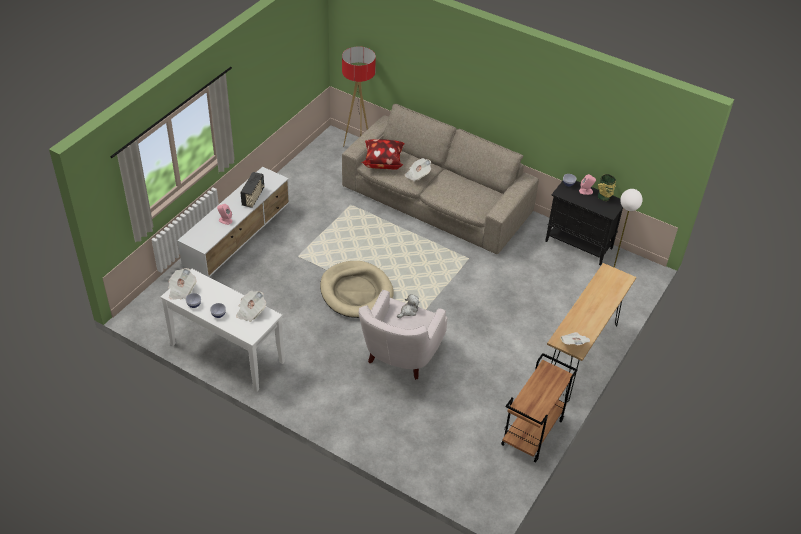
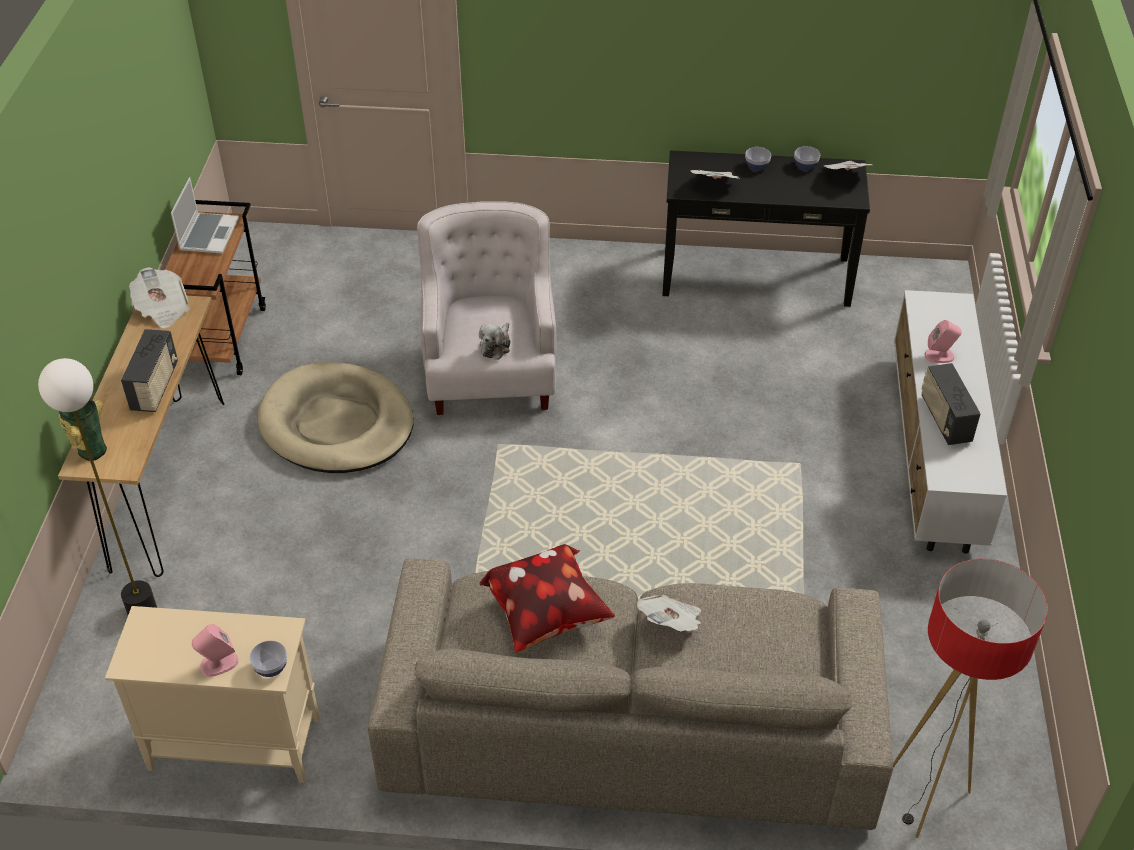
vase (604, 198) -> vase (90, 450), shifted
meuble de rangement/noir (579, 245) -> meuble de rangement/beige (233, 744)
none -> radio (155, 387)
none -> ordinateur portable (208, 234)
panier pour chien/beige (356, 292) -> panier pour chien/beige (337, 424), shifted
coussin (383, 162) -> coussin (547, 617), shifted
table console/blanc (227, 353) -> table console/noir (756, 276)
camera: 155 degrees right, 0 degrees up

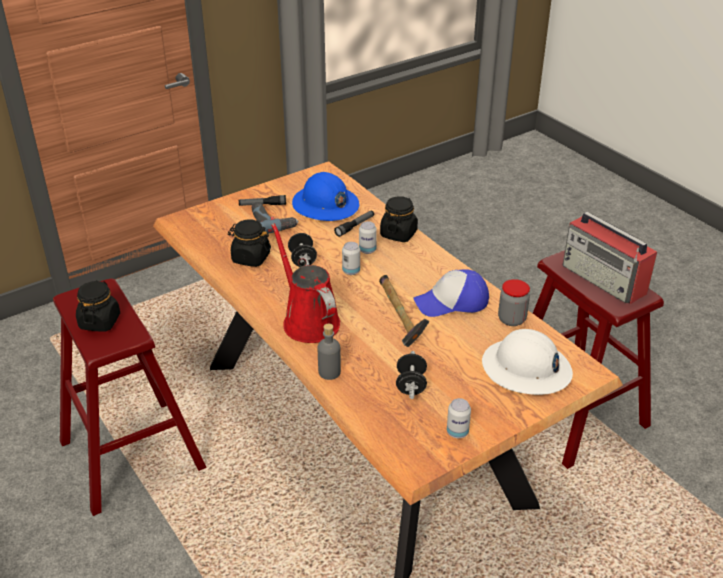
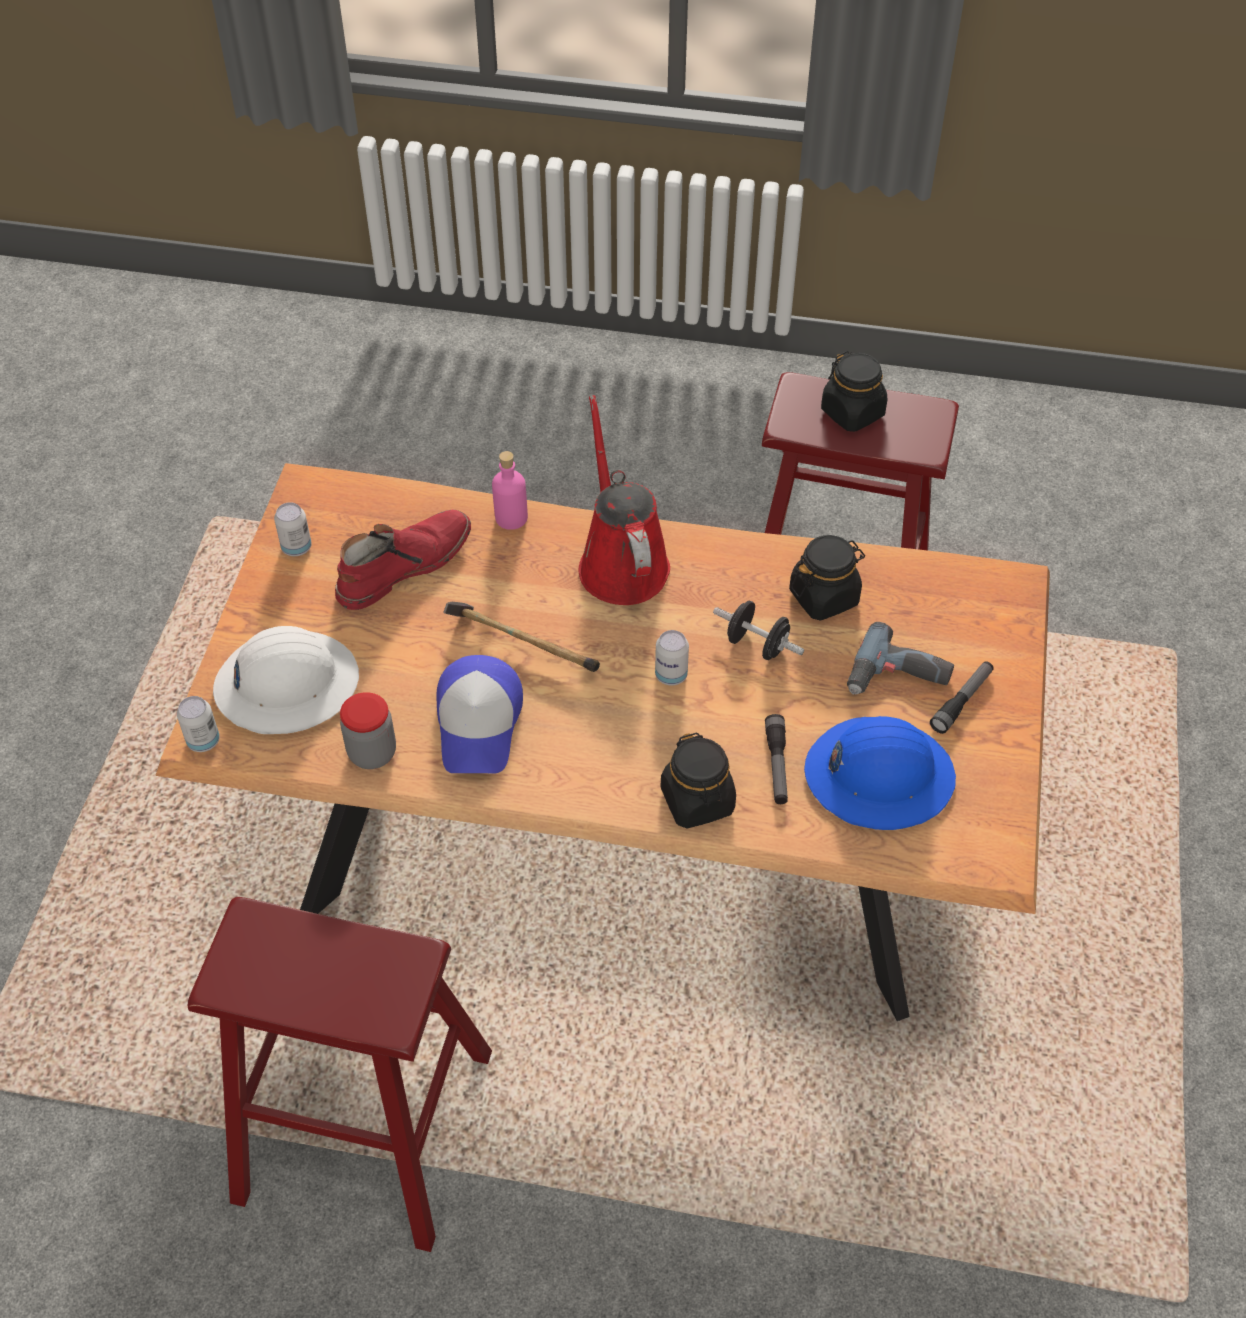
boîte métallique (367, 250) -> boîte métallique (203, 741), shifted
haltère/noir (411, 385) -> botte/rouge (403, 566)
casquette (452, 302) -> casquette (479, 723), 150 degrees clockwise
bouteille/gris (329, 372) -> bouteille/rose (511, 517)
arrosoir/rouge (308, 321) -> arrosoir/rouge (621, 561), 120 degrees counterclockwise
radio (604, 279) -> none
camera: 135 degrees right, 15 degrees up

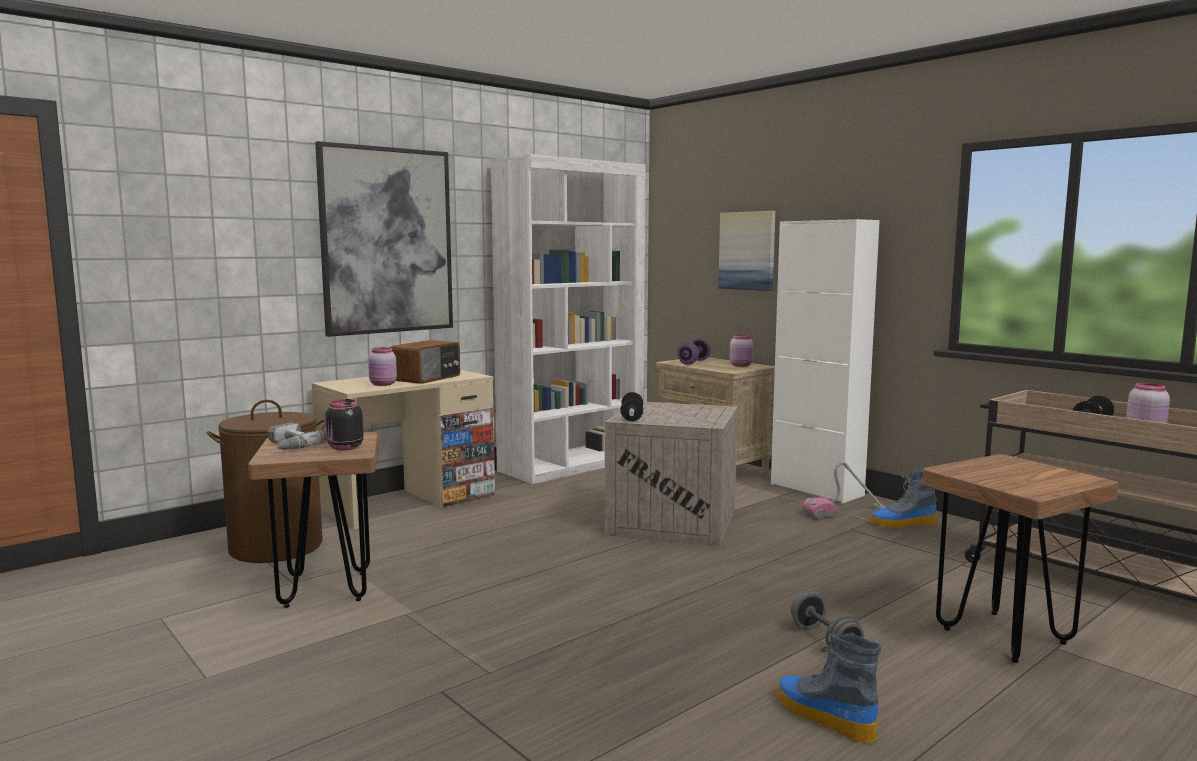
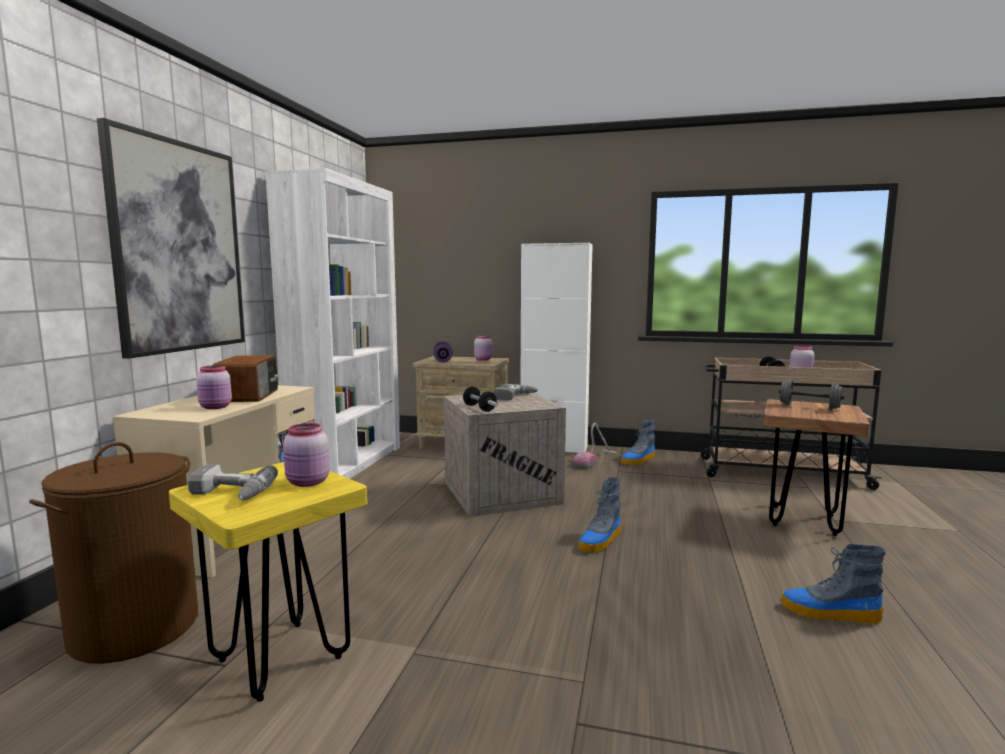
tabouret/marron (325, 589) -> tabouret/jaune (280, 659)
bocal/noir (344, 448) -> bocal/rose (307, 482)
none -> perceuse (515, 396)
none -> botte (601, 541)
haltère/gris (825, 640) -> haltère/gris (809, 407), shifted
tableau (747, 251) -> none
camera: 35 degrees left, 0 degrees up

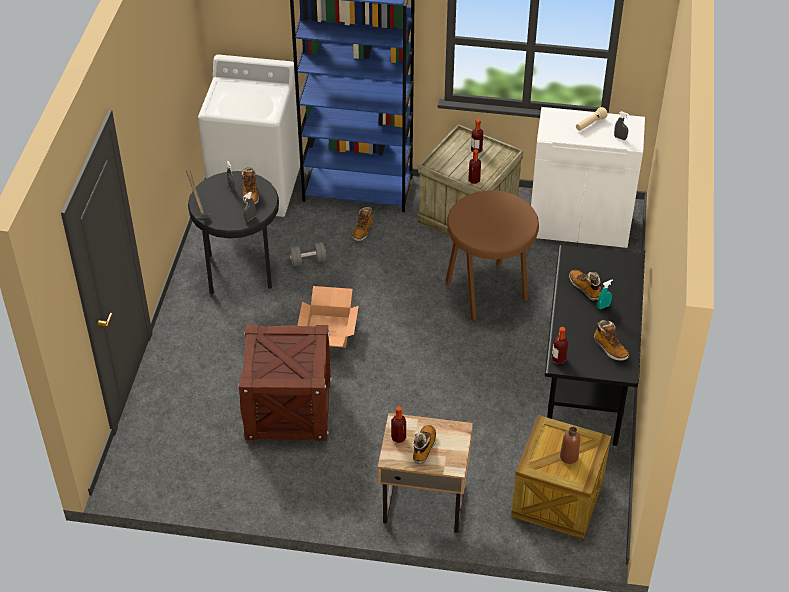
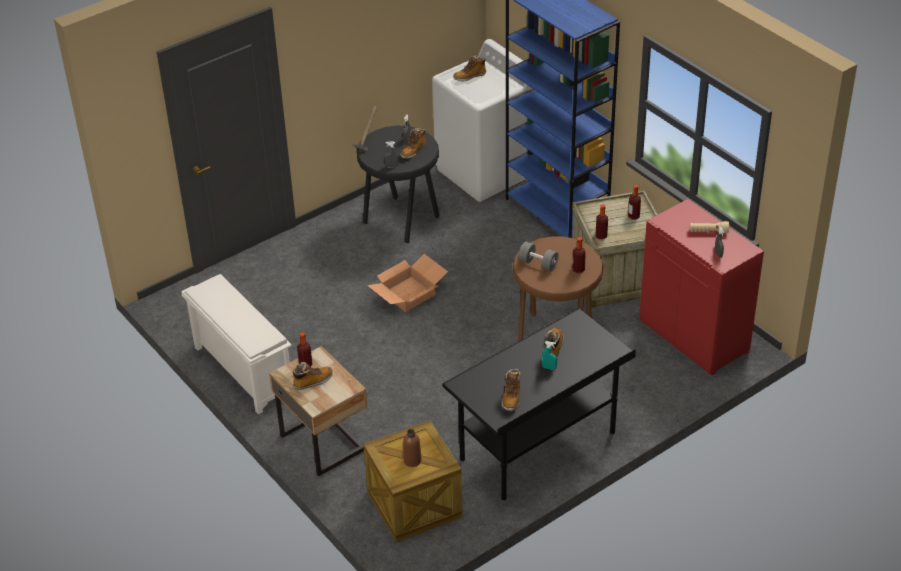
none -> étagère à chaussures/blanc (242, 370)
botte (362, 231) -> botte (470, 76), shifted
haltère/gris (308, 261) -> haltère/gris (538, 264), shifted
bouteille (558, 359) -> bouteille (578, 269), shifted
meuble de rangement/blanc (579, 225) -> meuble de rangement/rouge (695, 336)
caisse (288, 408) -> none
camera: 45 degrees right, 5 degrees down

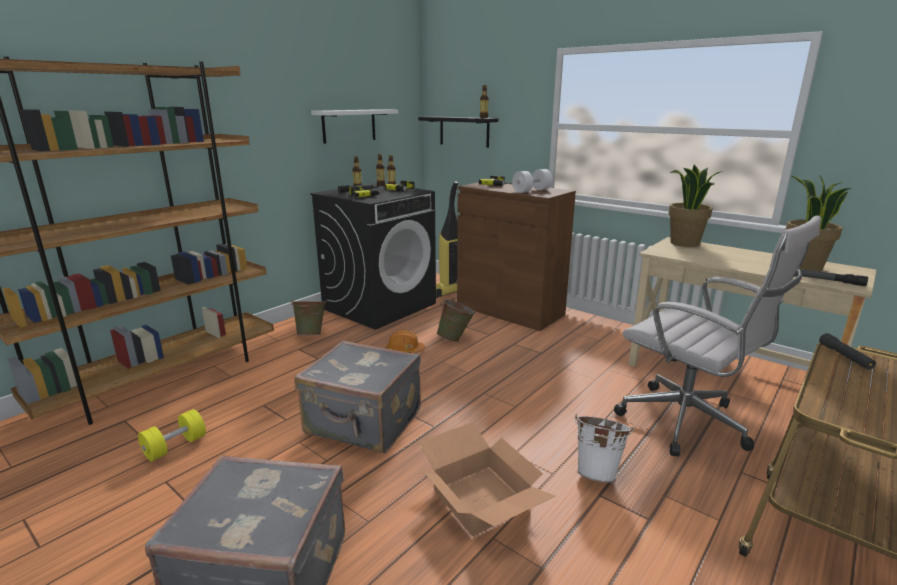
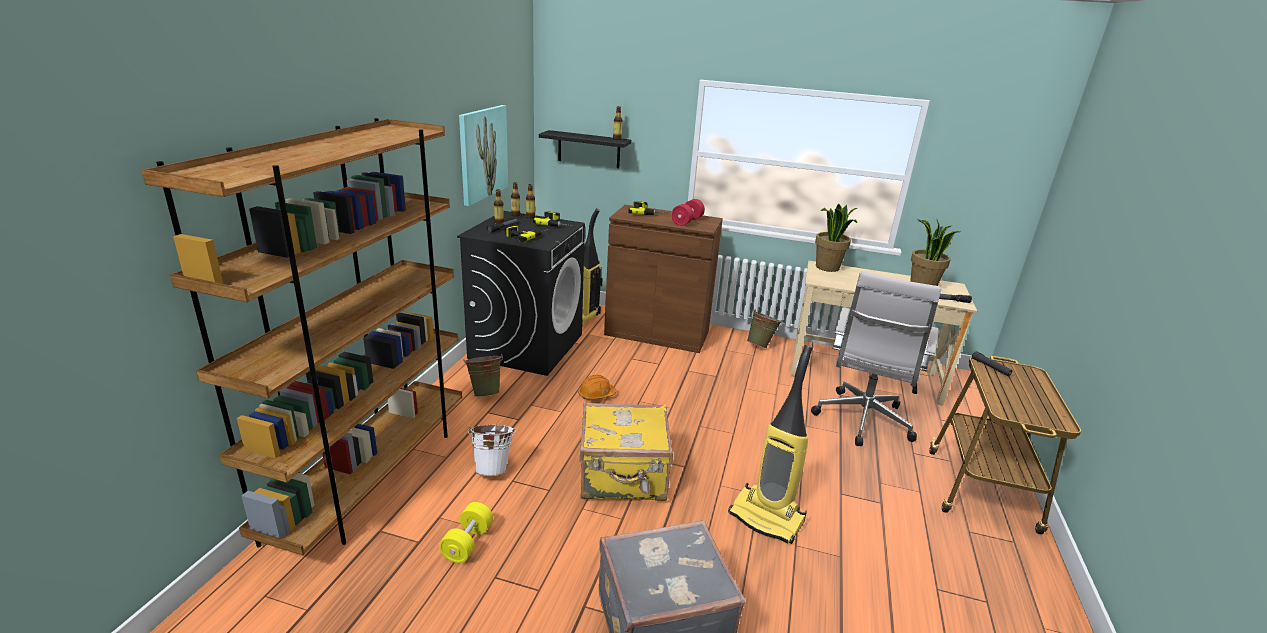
étagère/blanc (349, 125) -> tableau (483, 153)
seau/blanc (597, 472) -> seau/blanc (493, 468), shifted
valise/gris (363, 423) -> valise/jaune (623, 477)
haltère/blanc (531, 191) -> haltère/rouge (687, 221)
carton (483, 498) -> aspirateur (767, 518)
seau/vert (456, 339) -> seau/vert (761, 345), shifted
chaise de bureau/blanc (689, 424) -> chaise de bureau/blanc (862, 422), 90 degrees clockwise
camera: 25 degrees left, 5 degrees up

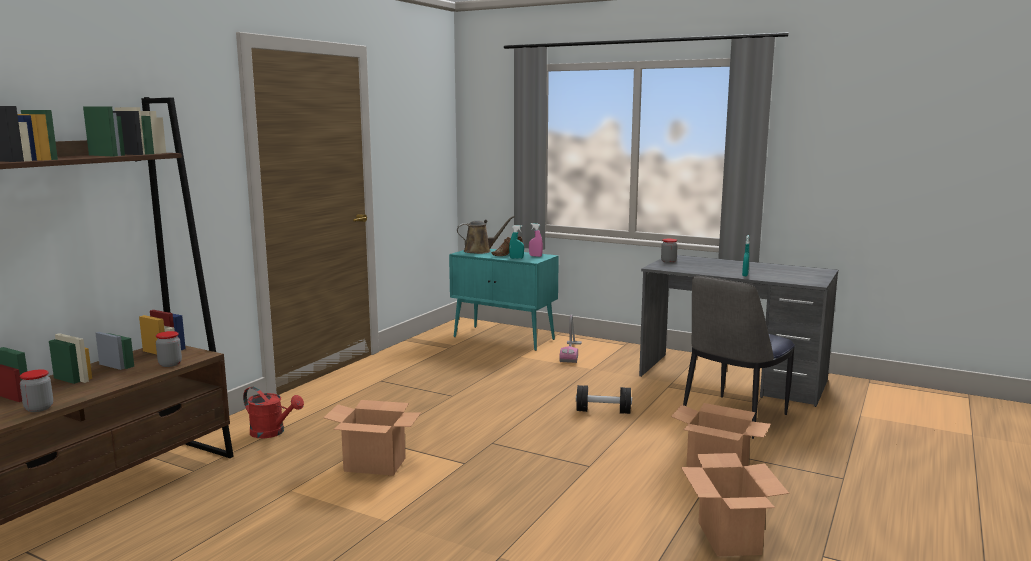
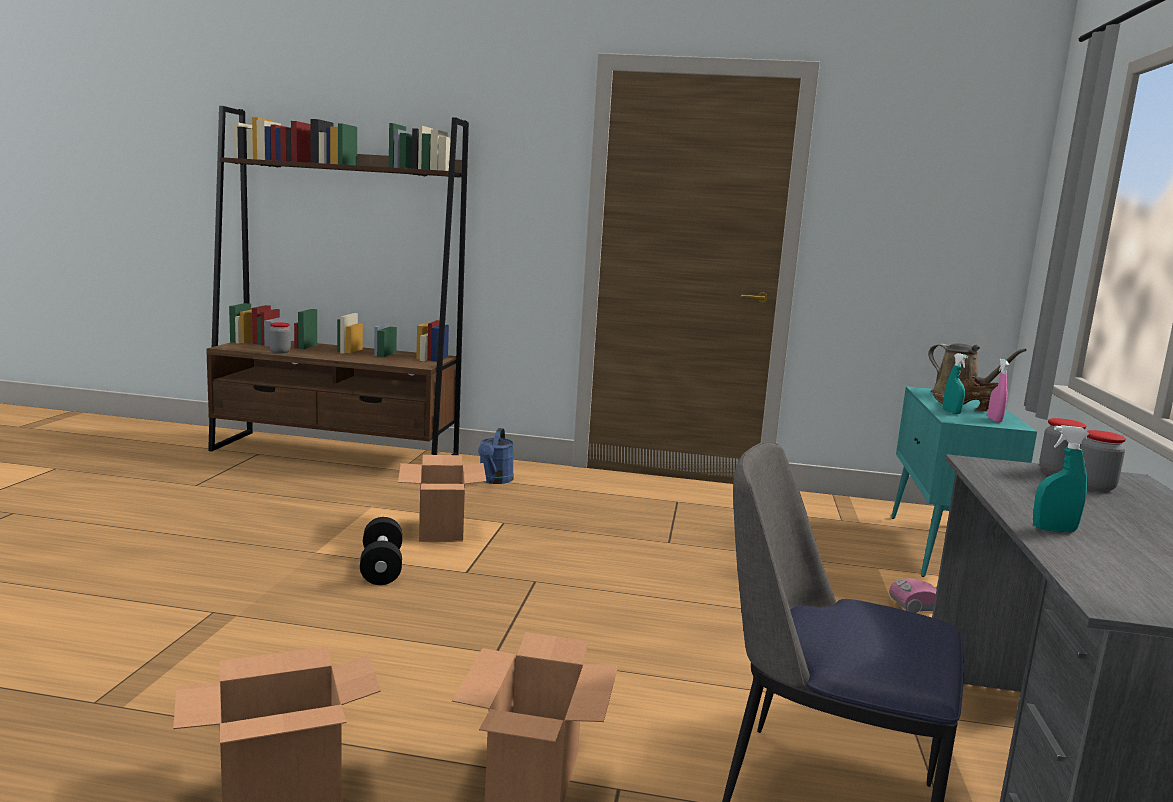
haltère/noir (603, 411) -> haltère/noir (381, 568), shifted
arrosoir/rouge (272, 433) -> arrosoir/bleu (494, 480)
bocal (170, 364) -> bocal (1094, 487), shifted
camera: 70 degrees right, 0 degrees up

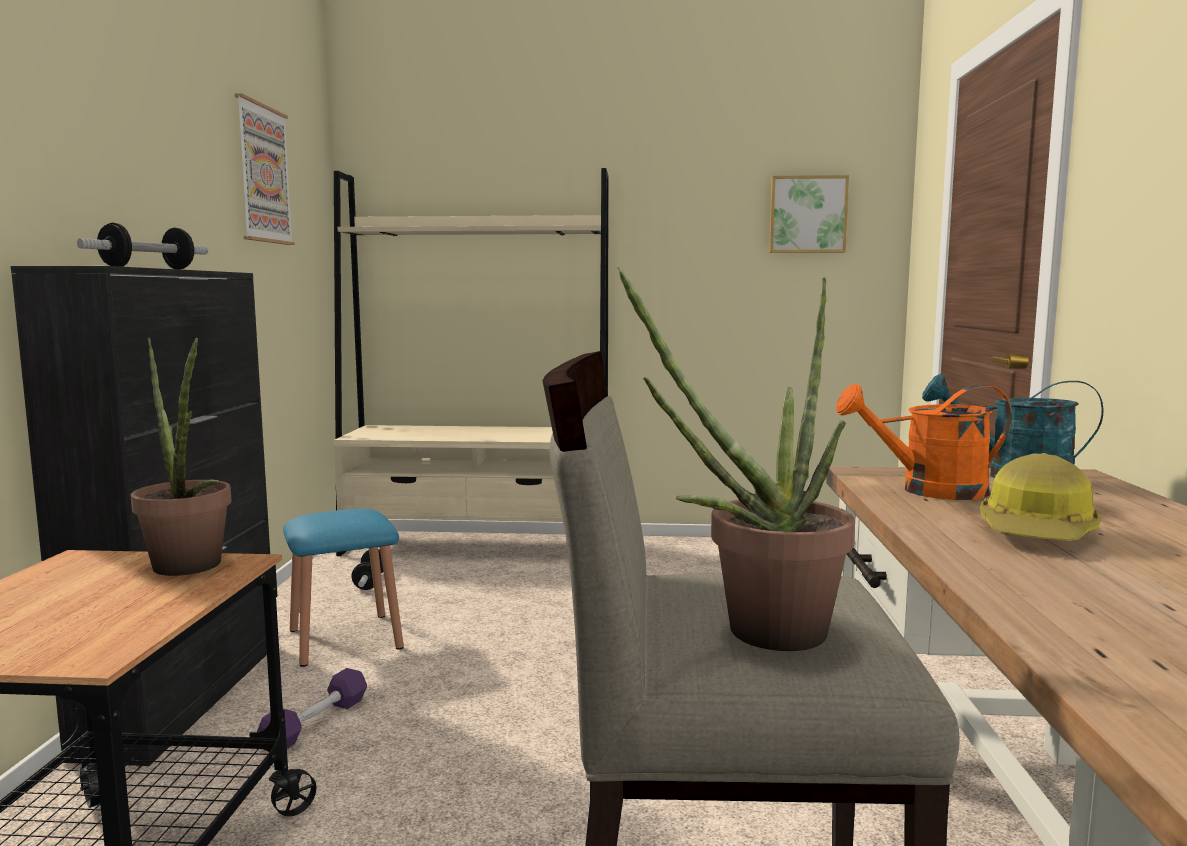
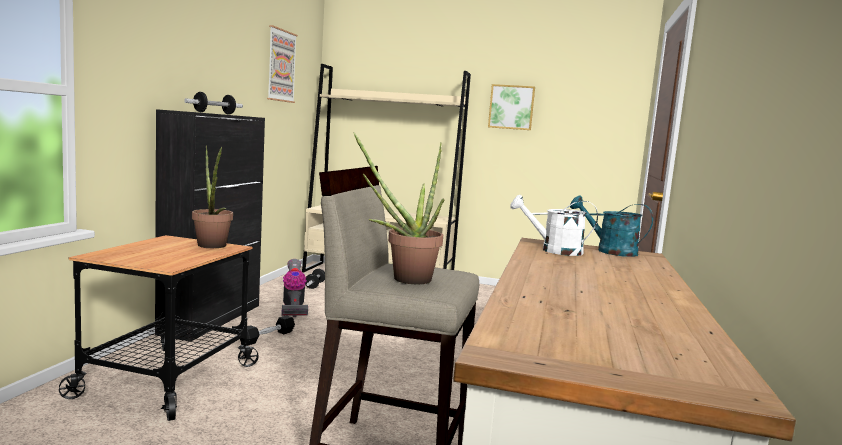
haltère/violet (315, 723) -> haltère/noir (267, 337)
tabouret/bleu (345, 639) -> aspirateur (293, 307)
tableau (807, 214) -> tableau (511, 107), shifted
arrosoir/orange (929, 491) -> arrosoir/blanc (554, 250)
casque de chantier (1038, 533) -> none
camera: 10 degrees right, 0 degrees up

